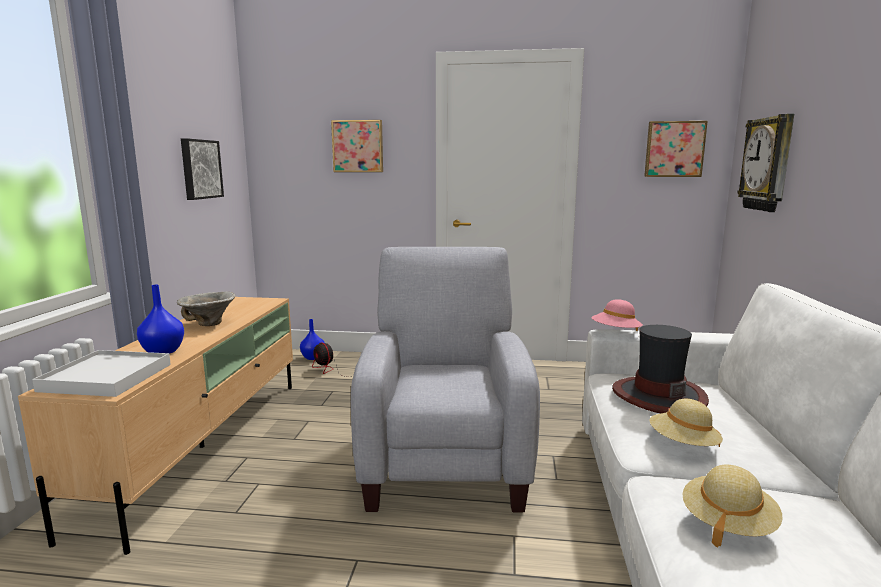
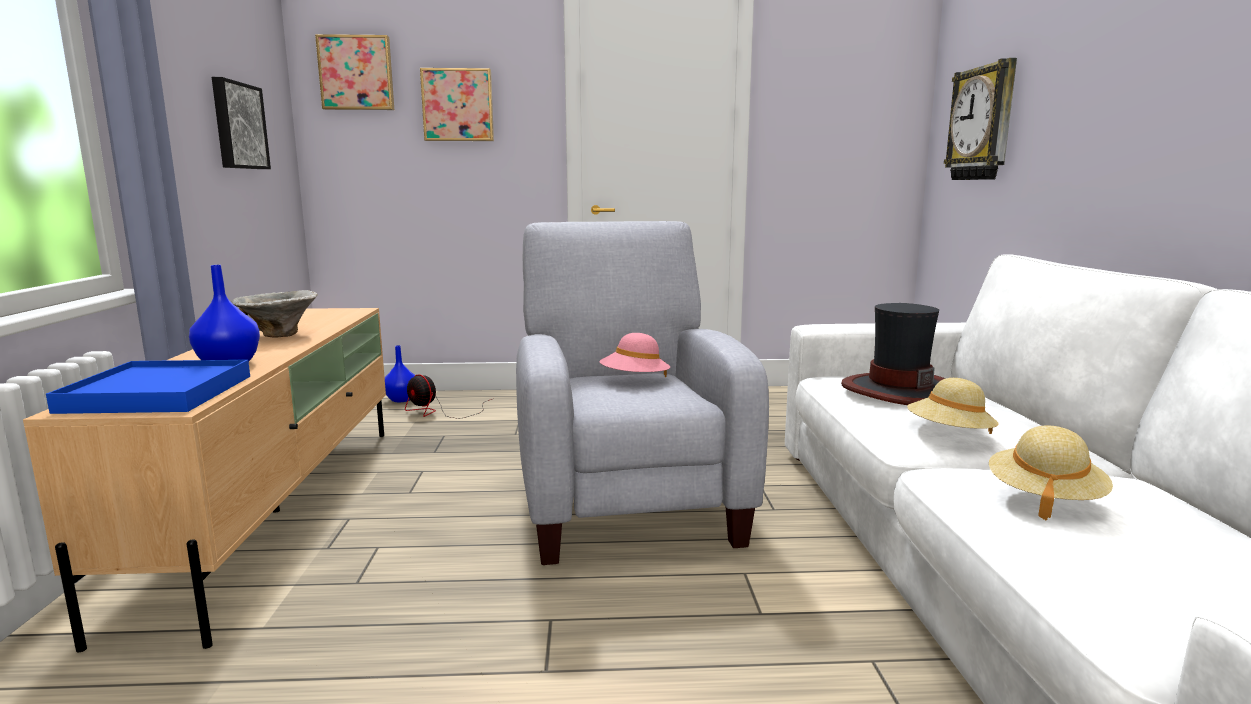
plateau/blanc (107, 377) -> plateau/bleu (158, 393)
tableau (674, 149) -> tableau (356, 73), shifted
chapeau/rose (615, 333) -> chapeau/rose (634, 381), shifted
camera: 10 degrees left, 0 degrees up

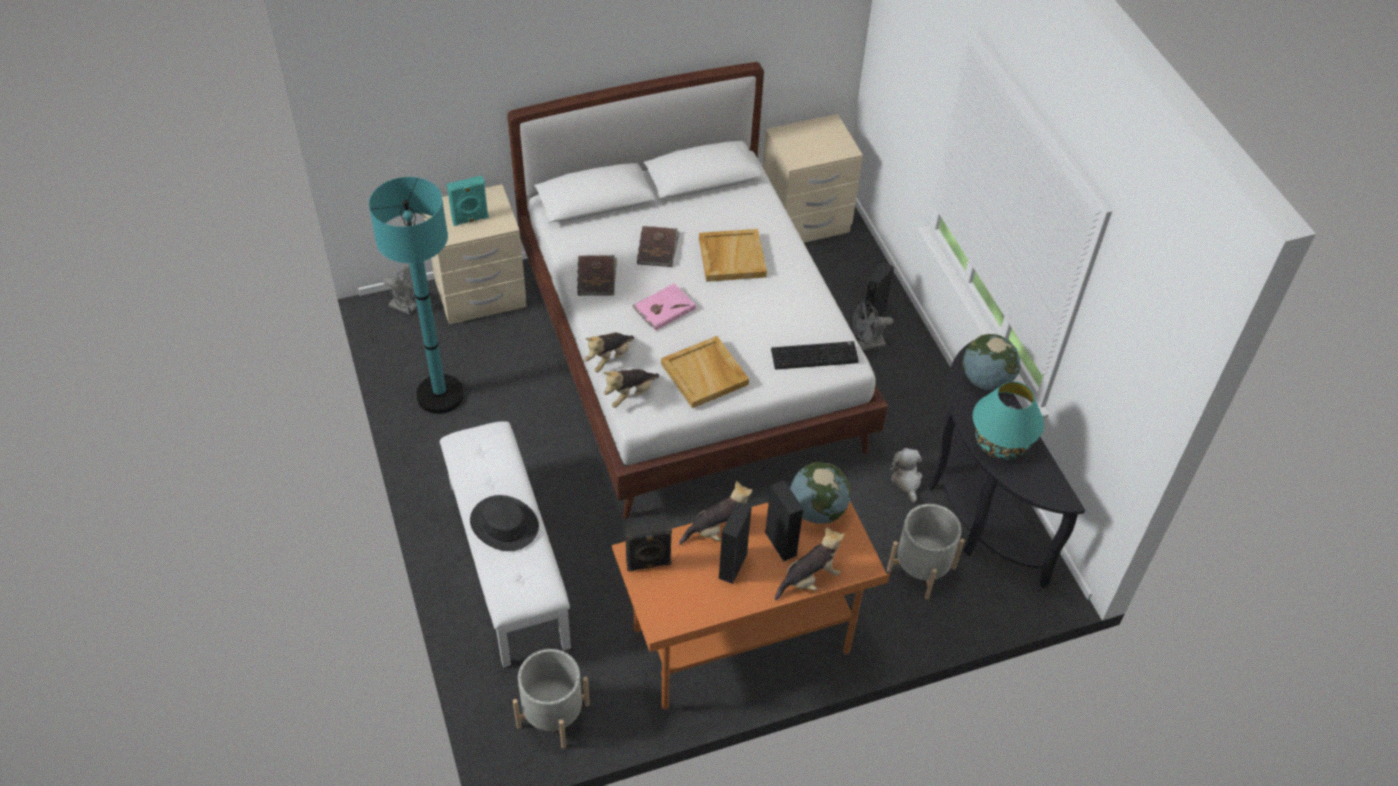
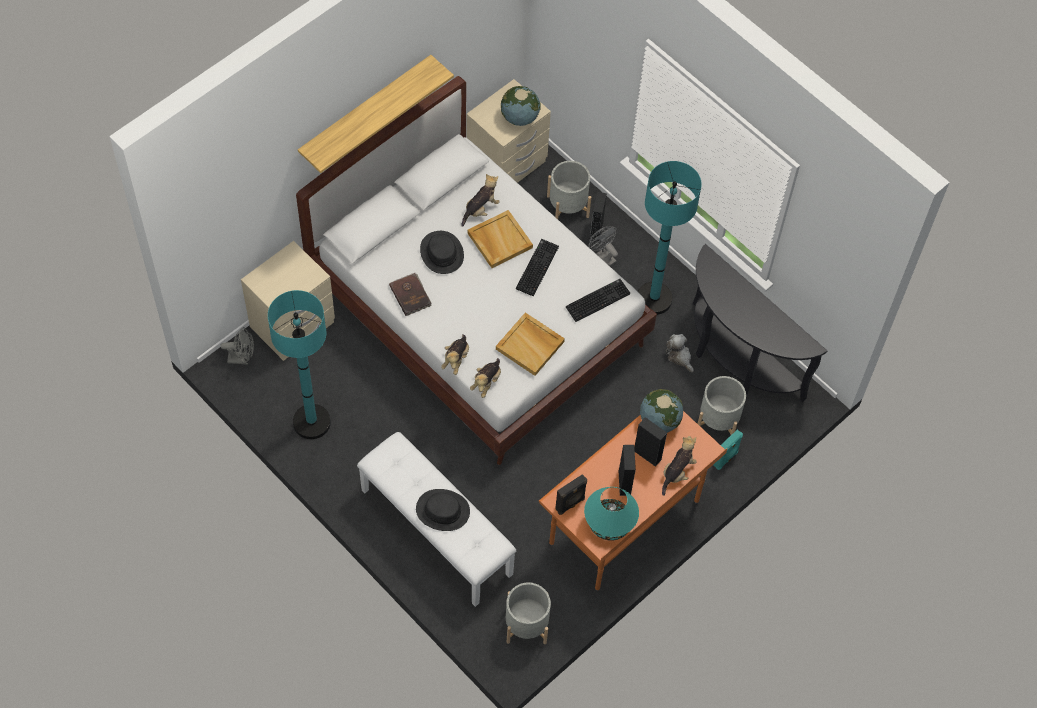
none -> étagère (365, 111)
livre/marron (658, 248) -> chapeau/noir (442, 253)
peluche (718, 530) -> peluche (481, 209), shifted
globe (986, 380) -> globe (519, 117), shifted
none -> clavier (536, 267)
none -> cache-pot/gris (567, 206)
lampe de table/turquoise (1001, 442) -> lampe de table/turquoise (609, 523), shifted
ventilateur/gris (867, 344) -> ventilateur/gris (602, 256), 90 degrees clockwise
none -> lampadaire/turquoise (654, 299)
enceinte/turquoise (470, 220) -> enceinte/turquoise (726, 459), shifted
livre/rose (663, 308) -> none
camera: 25 degrees left, 10 degrees up

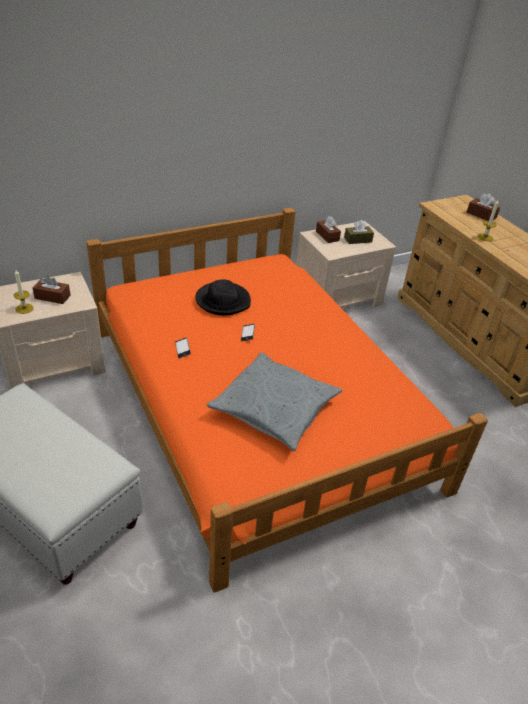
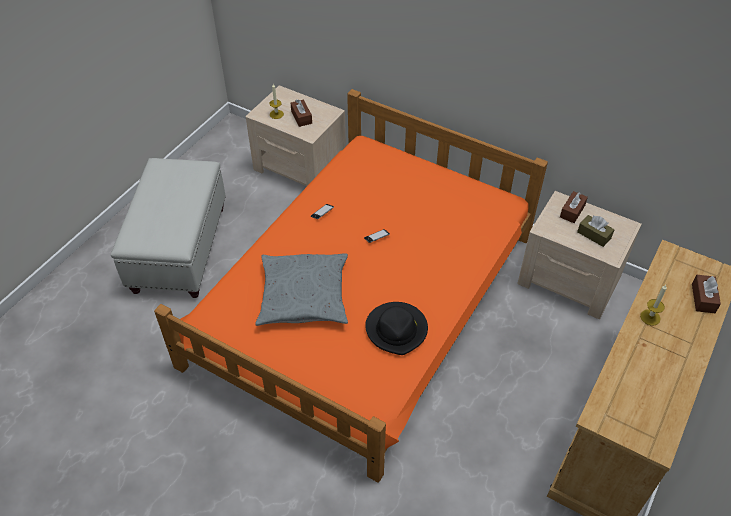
chapeau/noir (223, 301) -> chapeau/noir (397, 329), shifted
camera: 60 degrees right, 10 degrees up

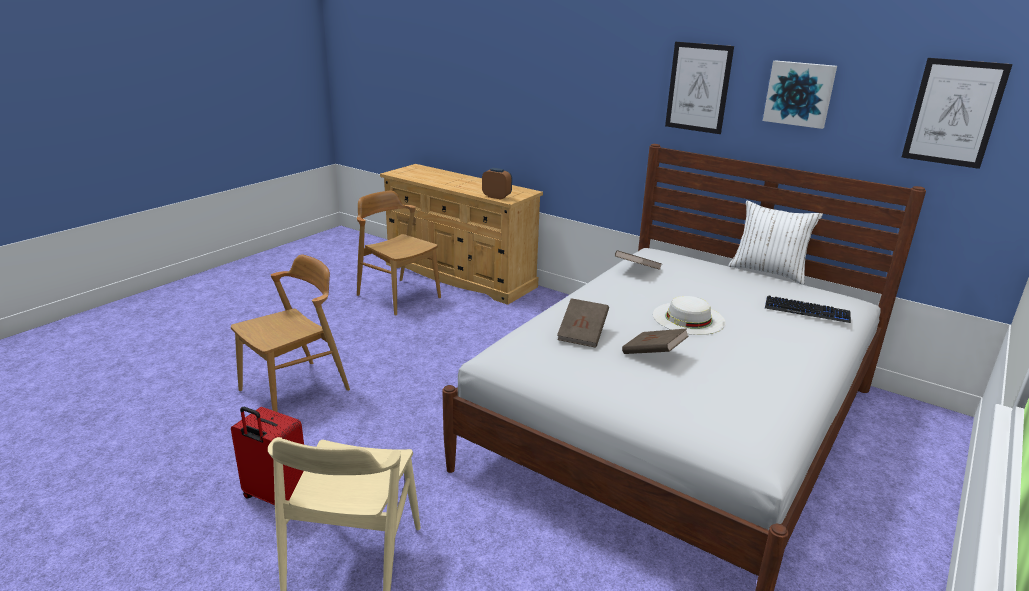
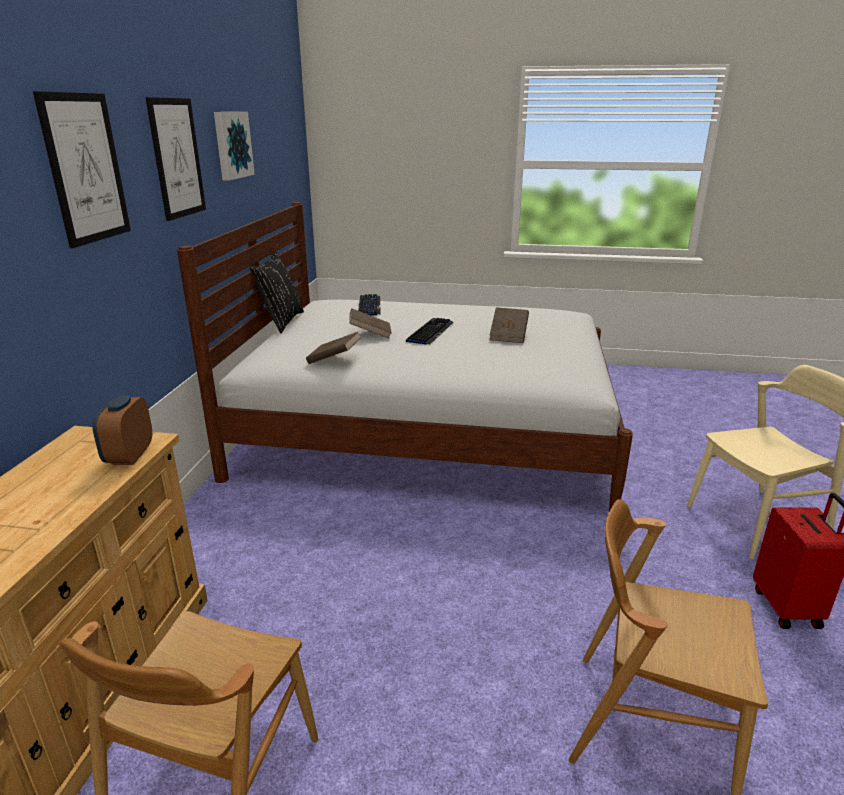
tableau (954, 113) -> tableau (86, 169), shifted
coussin/blanc (768, 272) -> coussin/noir (281, 322)
livre/marron (582, 334) -> livre/marron (370, 334), shifted
chapeau/blanc (688, 318) -> clavier (430, 332)
camera: 115 degrees left, 0 degrees up

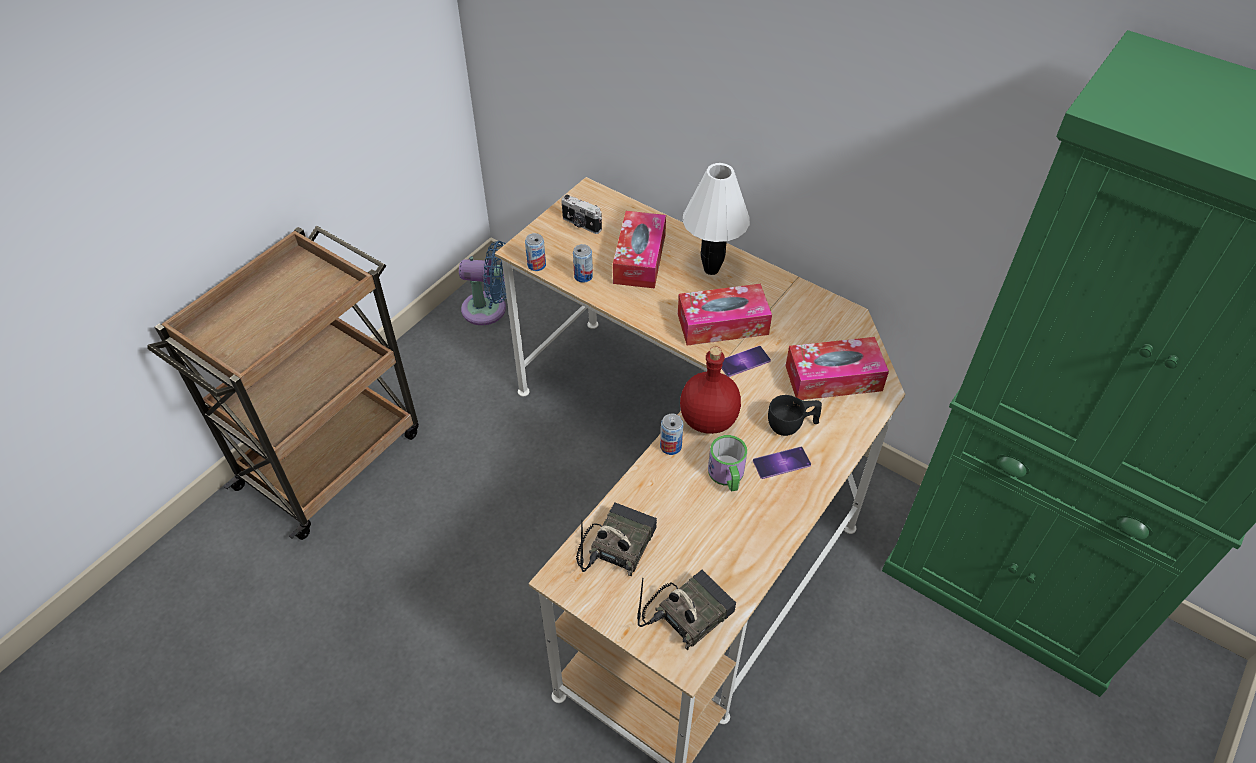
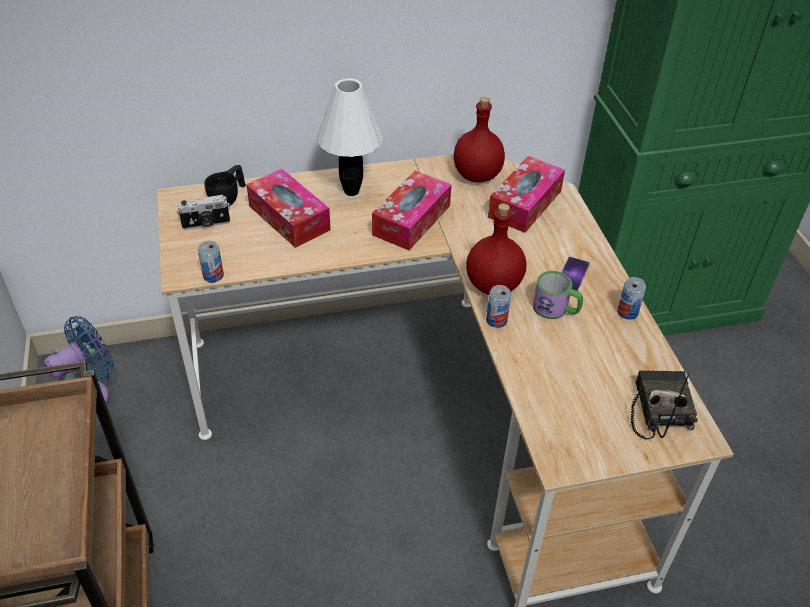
tasse/noir (792, 426) -> tasse/noir (229, 197), shifted
none -> bouteille/rouge (477, 176)
boîte métallique (583, 276) -> boîte métallique (627, 312), shifted
radio (616, 544) -> none
téléphone (744, 361) -> none
camera: 50 degrees left, 5 degrees down

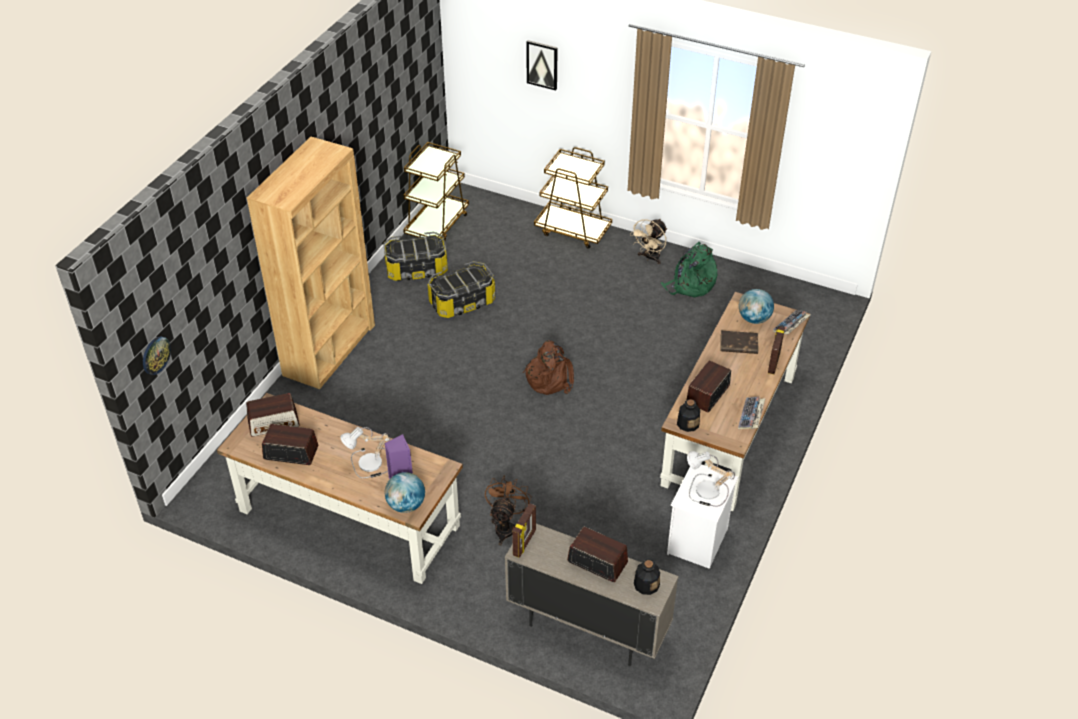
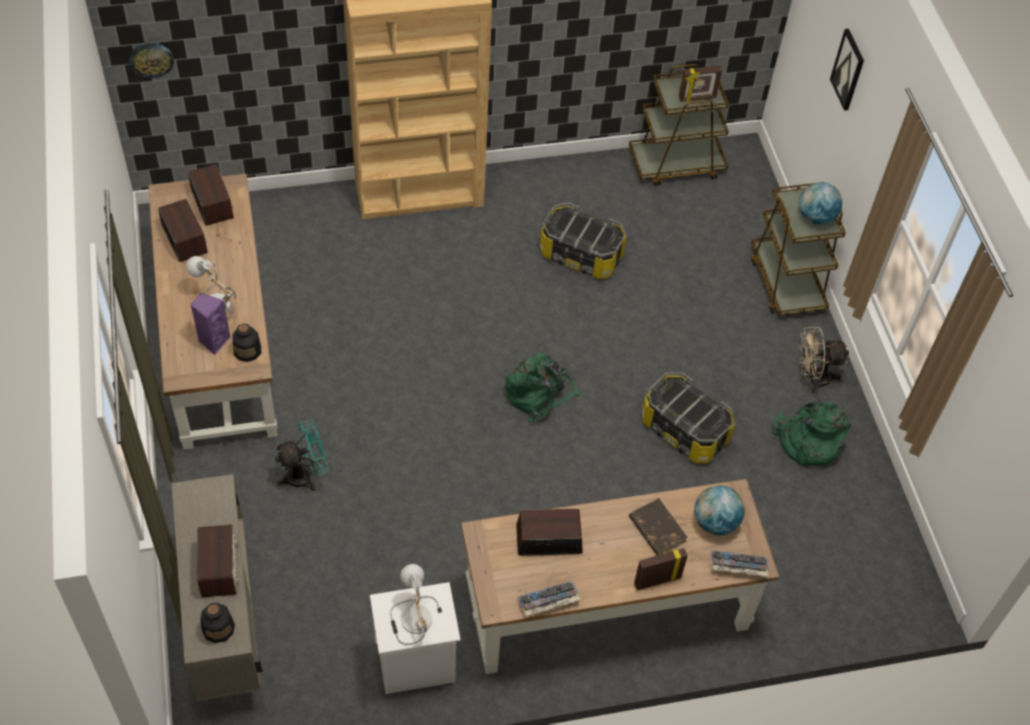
radio (274, 423) -> radio (212, 203), 150 degrees counterclockwise
bouteille (688, 423) -> bouteille (248, 350), shifted
ventilateur/marron (506, 526) -> ventilateur/turquoise (305, 475)
sac à dos/marron (550, 378) -> sac à dos/vert (539, 394)
boîte de rangement (416, 269) -> boîte de rangement (685, 430), shifted
cadre photo (525, 543) -> cadre photo (697, 98), shifted
globe (406, 505) -> globe (815, 217), shifted
camera: 50 degrees right, 10 degrees up

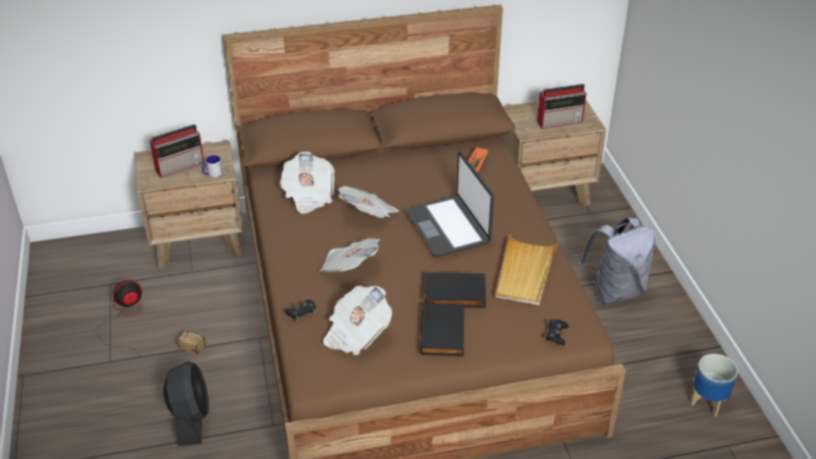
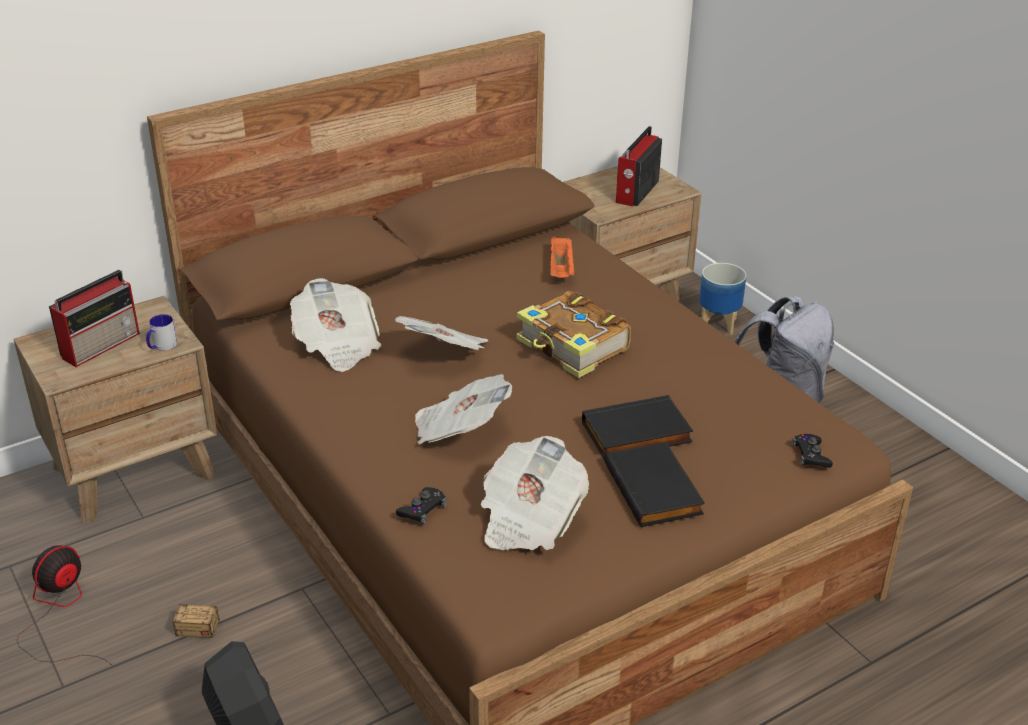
ordinateur portable (448, 227) -> livre (573, 347)
radio (560, 121) -> radio (636, 192), 150 degrees clockwise
cache-pot (708, 401) -> cache-pot (718, 323), shifted
plateau/beige (524, 273) -> none
camera: 20 degrees left, 5 degrees down

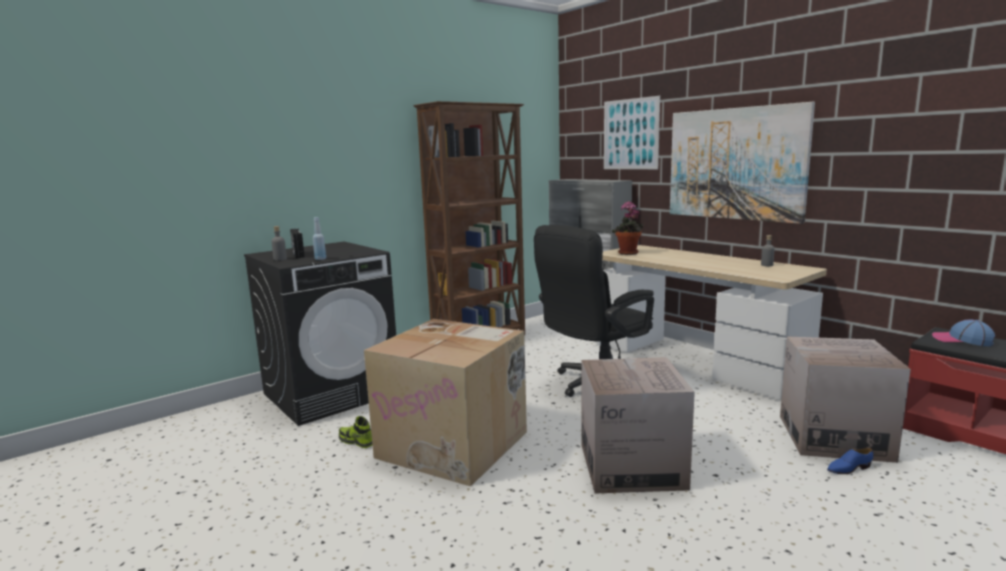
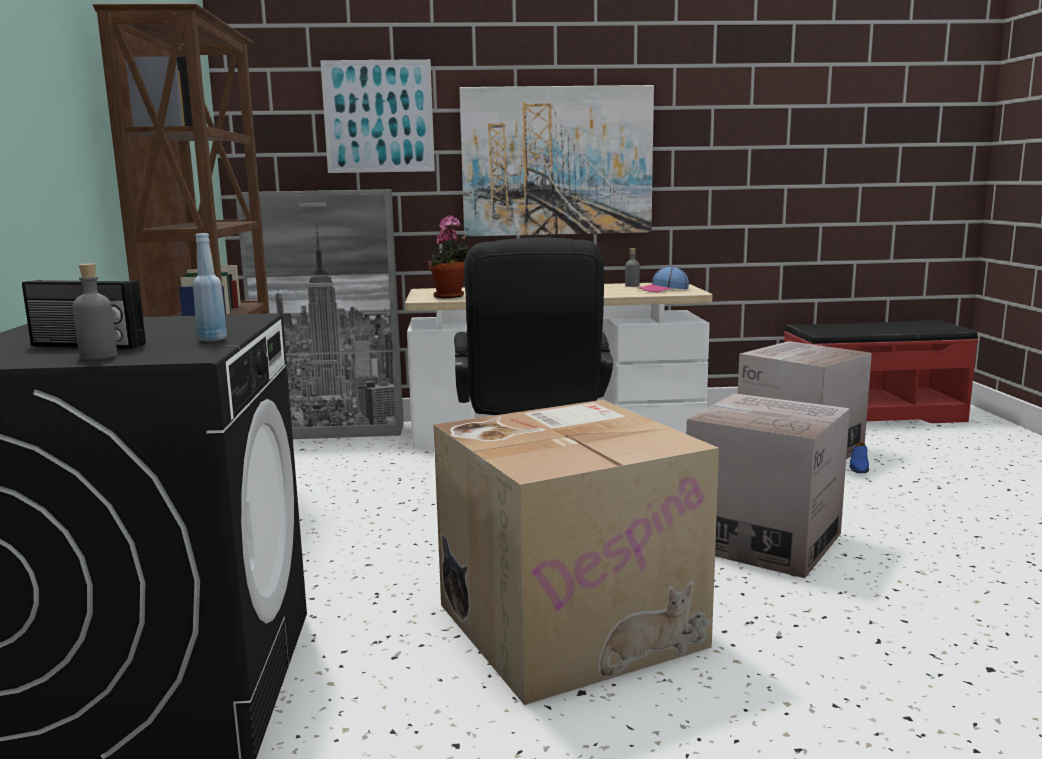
casquette (961, 340) -> casquette (663, 289), shifted
chaussure (356, 441) -> none
camera: 55 degrees left, 0 degrees up

